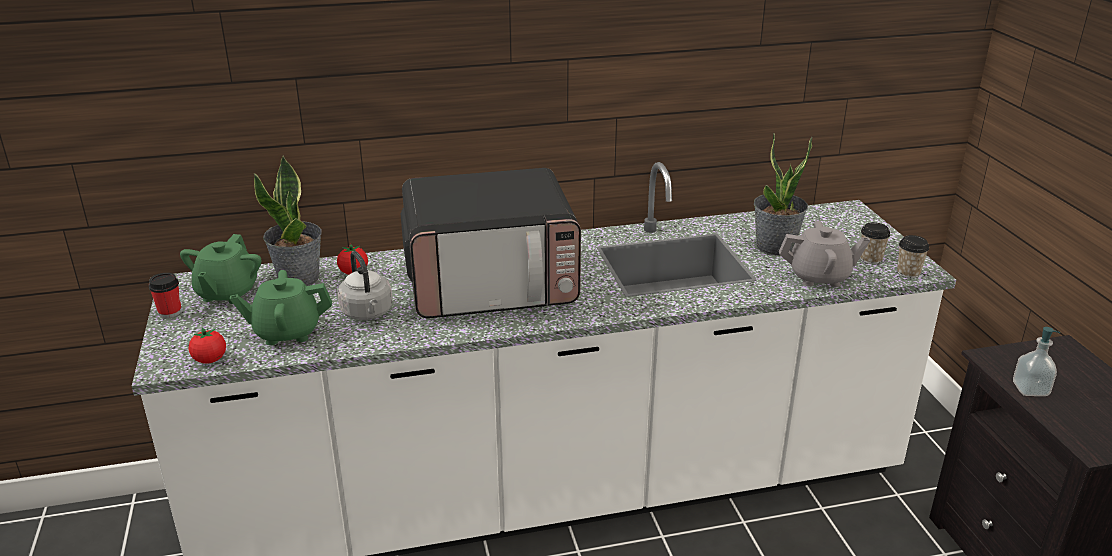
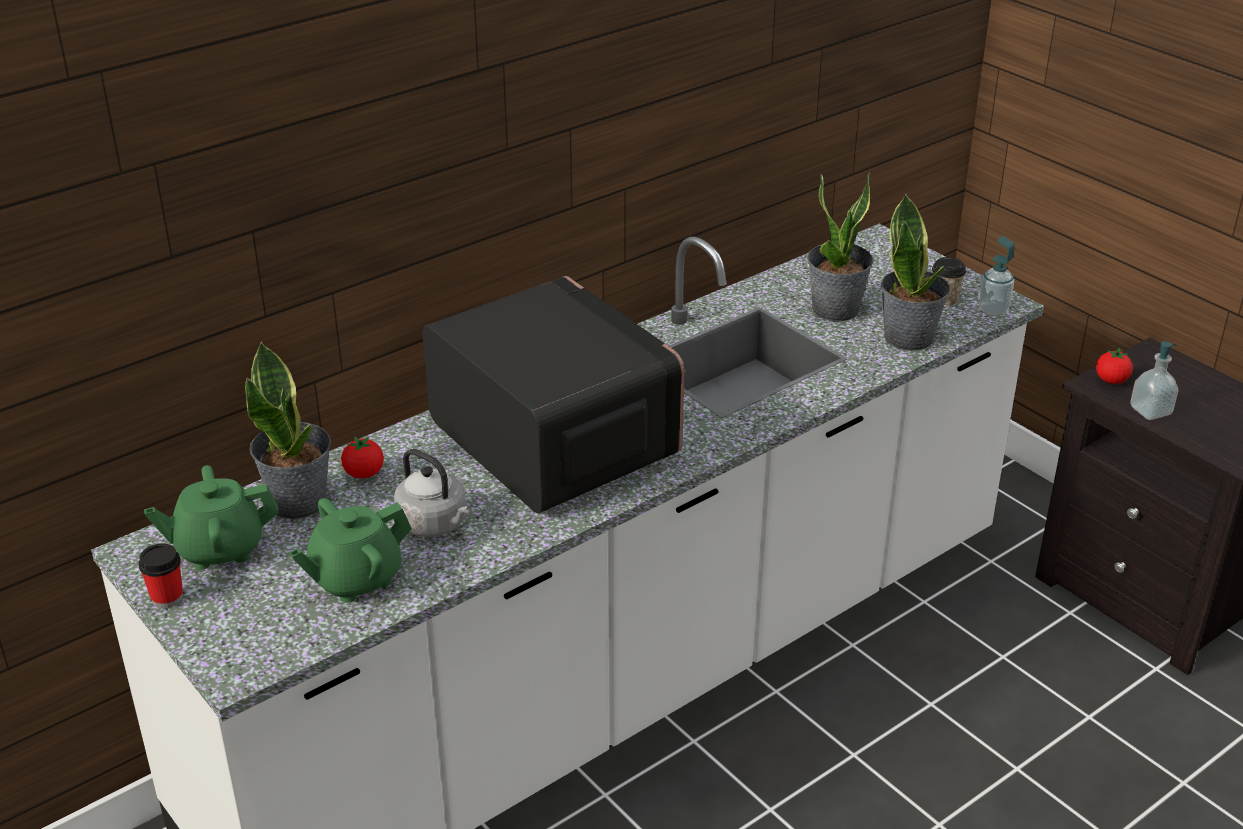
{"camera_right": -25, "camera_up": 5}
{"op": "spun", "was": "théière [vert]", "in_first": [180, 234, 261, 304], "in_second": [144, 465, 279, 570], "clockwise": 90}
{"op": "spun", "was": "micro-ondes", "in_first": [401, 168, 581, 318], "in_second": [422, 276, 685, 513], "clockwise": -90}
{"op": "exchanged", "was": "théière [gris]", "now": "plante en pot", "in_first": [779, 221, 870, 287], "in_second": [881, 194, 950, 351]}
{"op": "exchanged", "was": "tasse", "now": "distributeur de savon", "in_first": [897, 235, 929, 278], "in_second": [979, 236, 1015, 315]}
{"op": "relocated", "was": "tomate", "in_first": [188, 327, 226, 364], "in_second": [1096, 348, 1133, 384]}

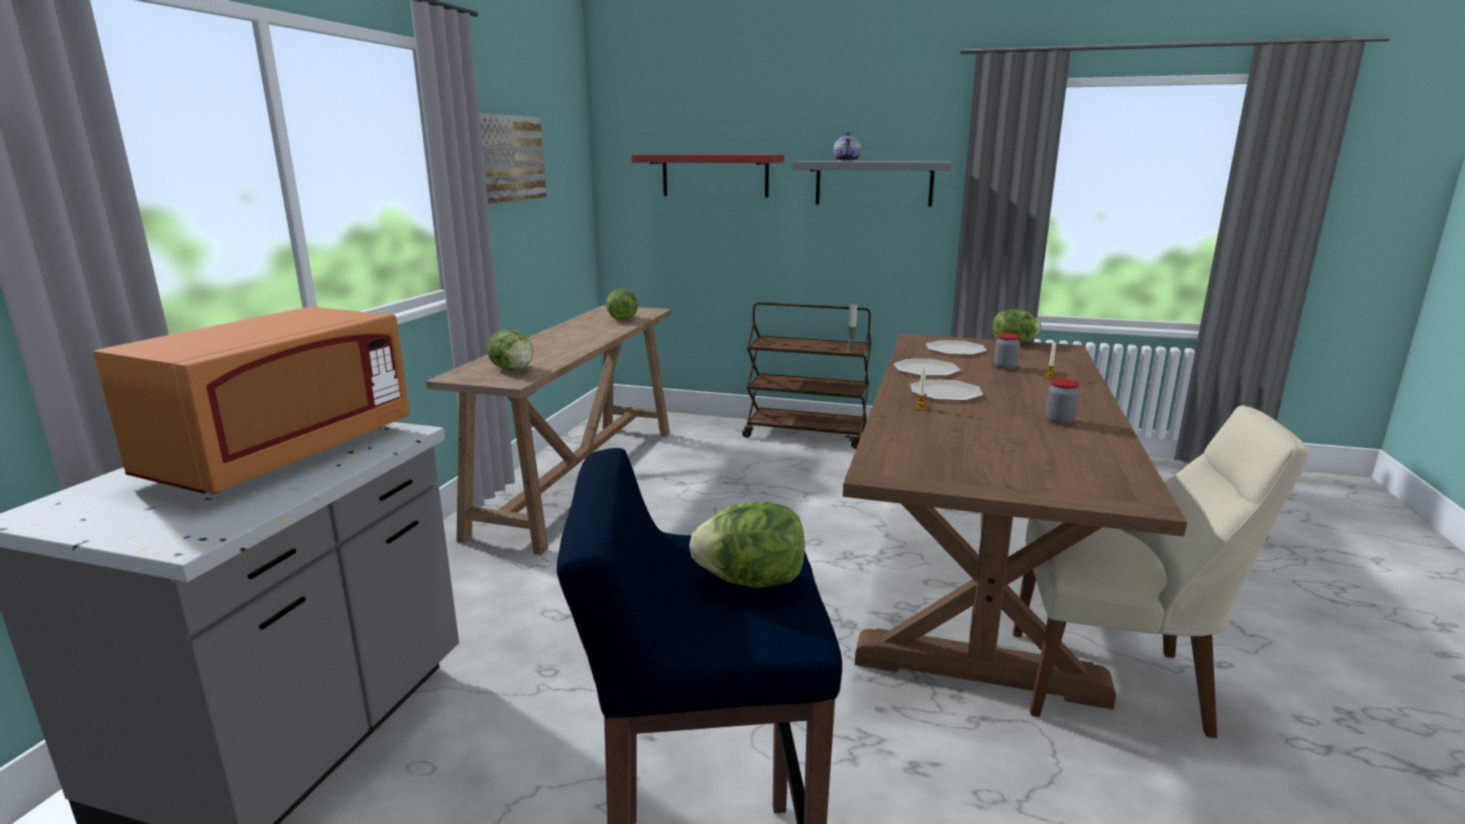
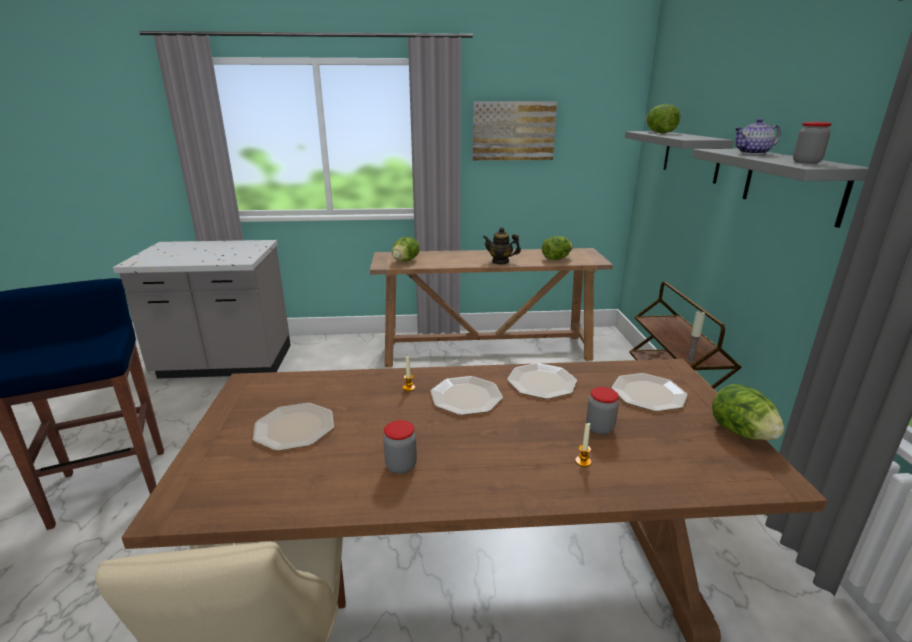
{"camera_right": 70, "camera_up": 5}
{"op": "appeared", "now": "assiette", "in_second": [253, 403, 334, 451]}
{"op": "appeared", "now": "théière", "in_second": [483, 227, 521, 264]}
{"op": "colour", "was": "étagère [rouge]", "now": "étagère [gris]", "in_first": [631, 154, 784, 198], "in_second": [625, 131, 734, 184]}
{"op": "relocated", "was": "laitue", "in_first": [689, 502, 805, 588], "in_second": [646, 104, 680, 133]}
{"op": "appeared", "now": "bocal", "in_second": [793, 122, 832, 164]}
{"op": "missing", "was": "micro-ondes [orange]", "in_first": [93, 307, 410, 494]}

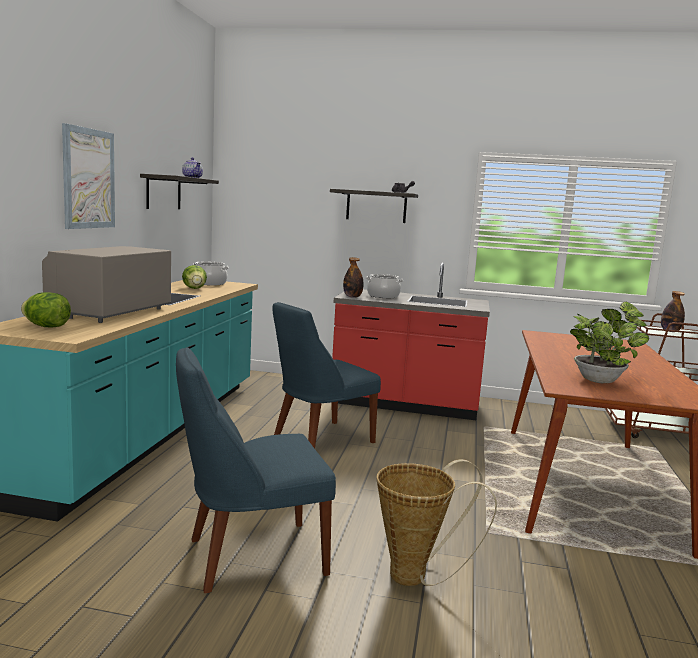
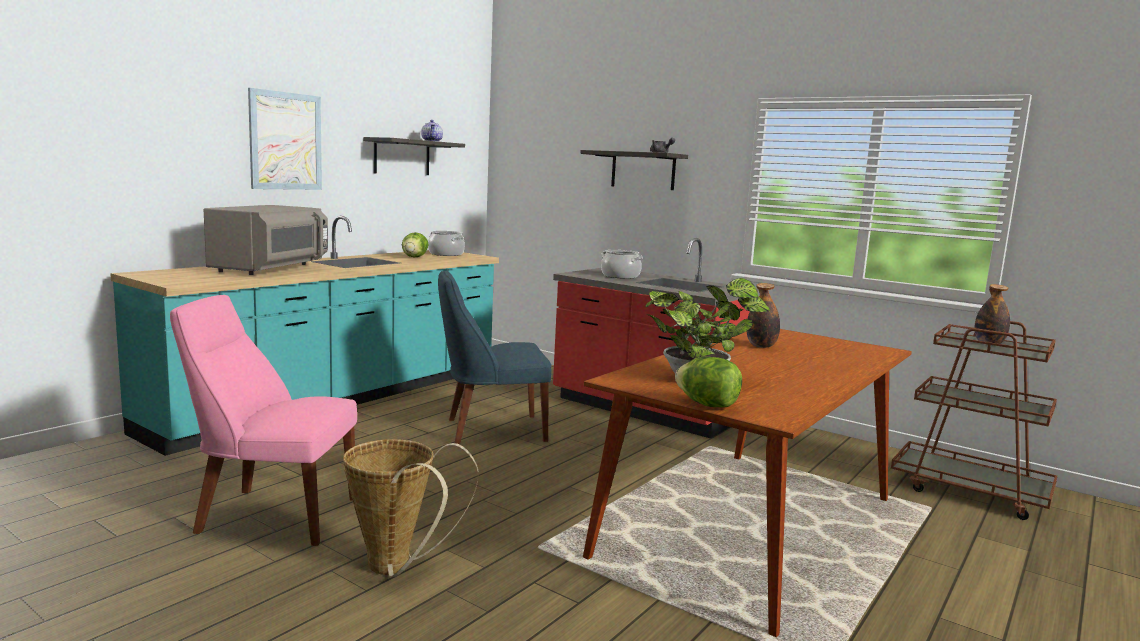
{"camera_right": 25, "camera_up": 0}
{"op": "colour", "was": "chaise [bleu]", "now": "chaise [rose]", "in_first": [176, 347, 336, 593], "in_second": [170, 295, 357, 546]}
{"op": "spun", "was": "micro-ondes [gris]", "in_first": [42, 246, 171, 323], "in_second": [204, 205, 328, 275], "clockwise": 150}
{"op": "relocated", "was": "laitue", "in_first": [21, 292, 71, 327], "in_second": [675, 357, 742, 407]}
{"op": "relocated", "was": "bouteille", "in_first": [343, 257, 363, 298], "in_second": [747, 283, 780, 348]}

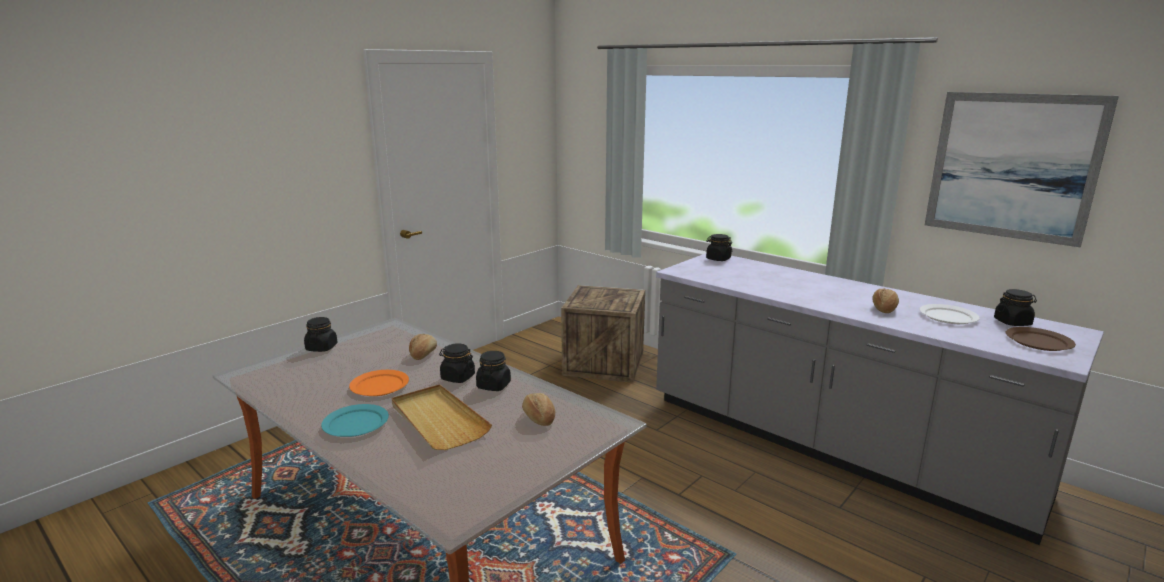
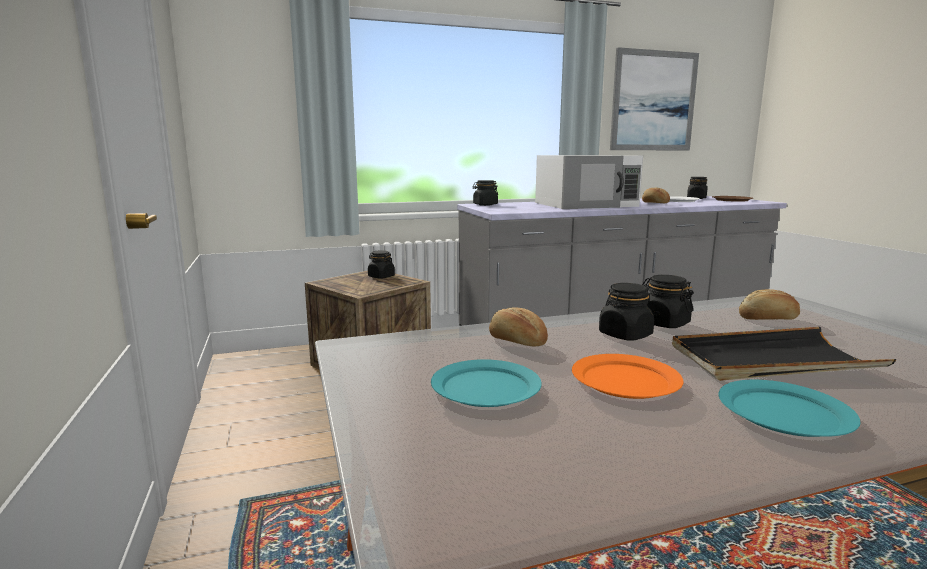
{"camera_right": -60, "camera_up": -5}
{"op": "relocated", "was": "bocal [noir]", "in_first": [304, 317, 337, 352], "in_second": [368, 250, 395, 278]}
{"op": "appeared", "now": "assiette [turquoise]", "in_second": [431, 359, 542, 407]}
{"op": "appeared", "now": "micro-ondes [blanc]", "in_second": [535, 155, 643, 209]}
{"op": "colour", "was": "plateau [beige]", "now": "plateau [noir]", "in_first": [392, 384, 492, 450], "in_second": [672, 327, 897, 381]}

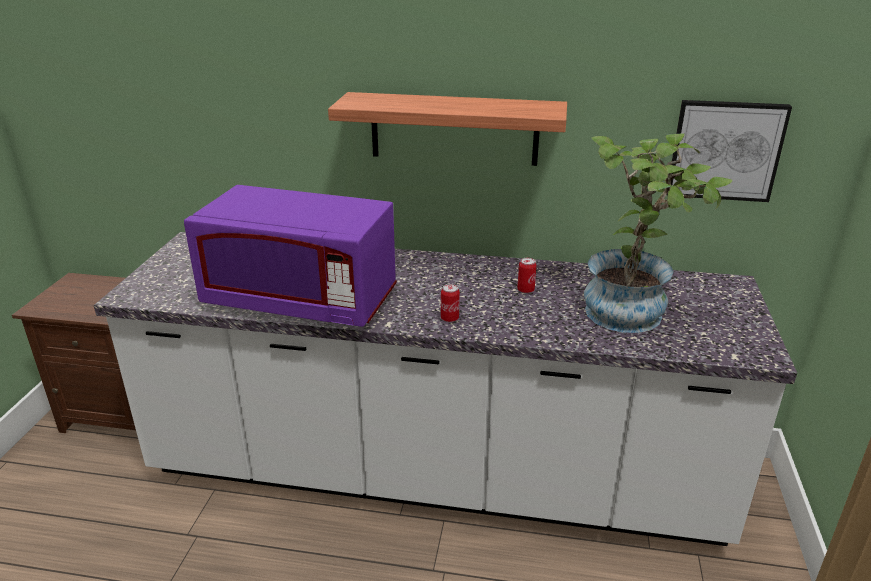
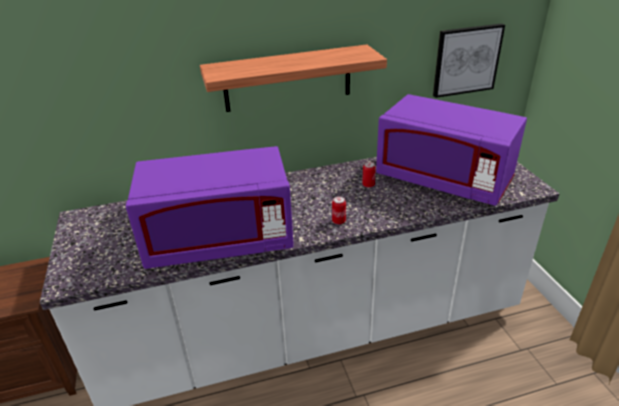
{"camera_right": -25, "camera_up": 5}
{"op": "exchanged", "was": "plante en pot", "now": "micro-ondes [violet]", "in_first": [584, 133, 733, 333], "in_second": [376, 94, 527, 206]}

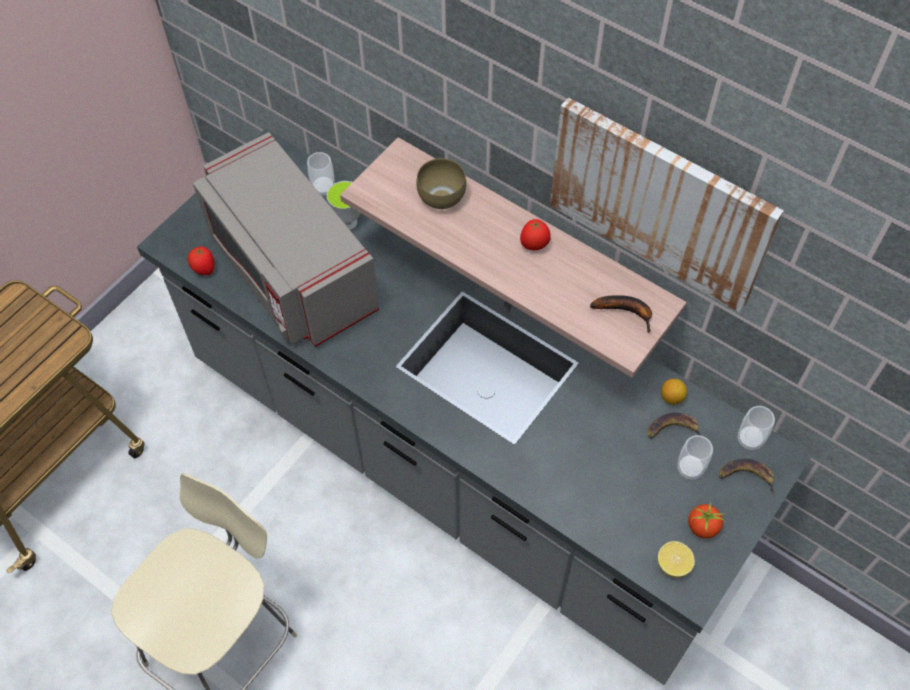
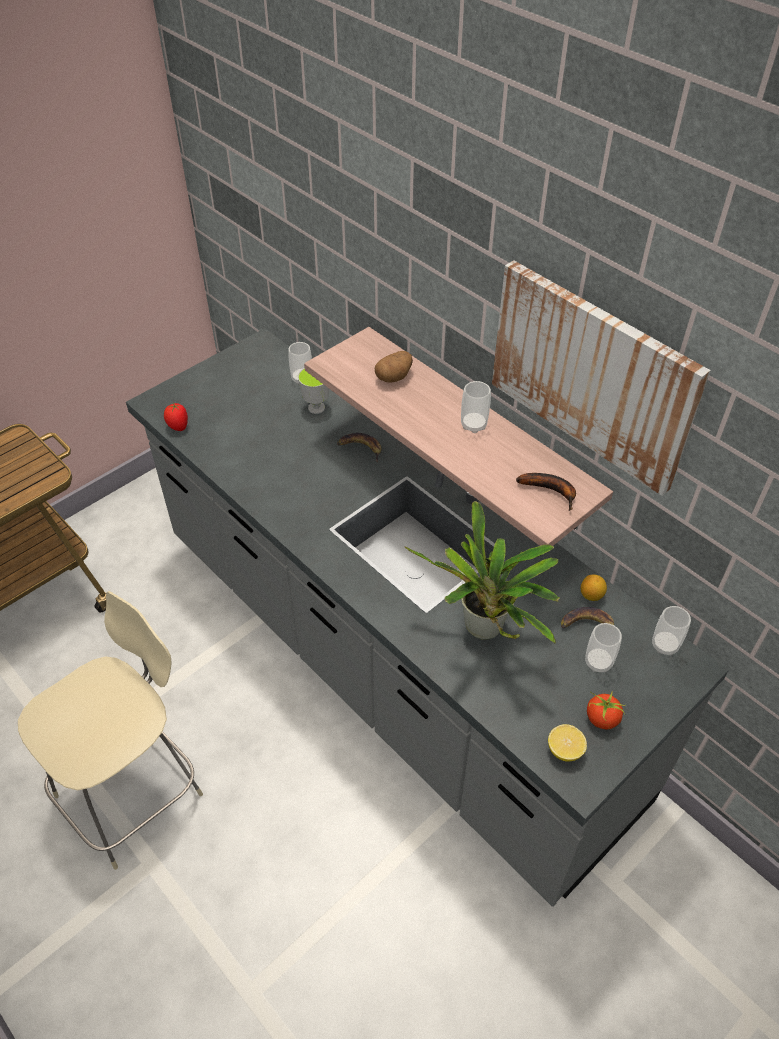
{"camera_right": 10, "camera_up": -10}
{"op": "relocated", "was": "banane", "in_first": [719, 459, 774, 495], "in_second": [337, 433, 382, 462]}
{"op": "exchanged", "was": "bol [marron]", "now": "pomme de terre", "in_first": [416, 158, 466, 209], "in_second": [375, 351, 413, 383]}
{"op": "appeared", "now": "plante en pot", "in_second": [405, 501, 559, 644]}
{"op": "exchanged", "was": "tomate", "now": "tasse", "in_first": [520, 219, 551, 250], "in_second": [461, 381, 491, 433]}
{"op": "missing", "was": "micro-ondes [gris]", "in_first": [193, 132, 379, 347]}

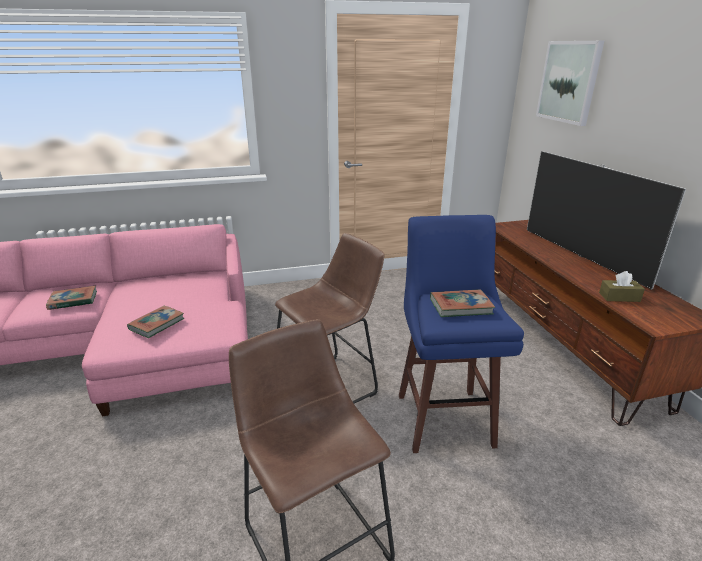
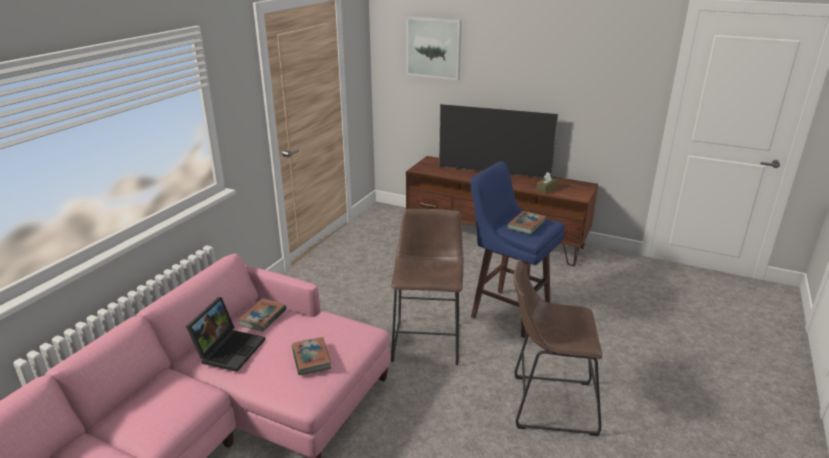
{"camera_right": -50, "camera_up": 0}
{"op": "appeared", "now": "ordinateur portable", "in_second": [186, 297, 265, 372]}
{"op": "relocated", "was": "livre", "in_first": [46, 286, 97, 310], "in_second": [238, 298, 287, 332]}

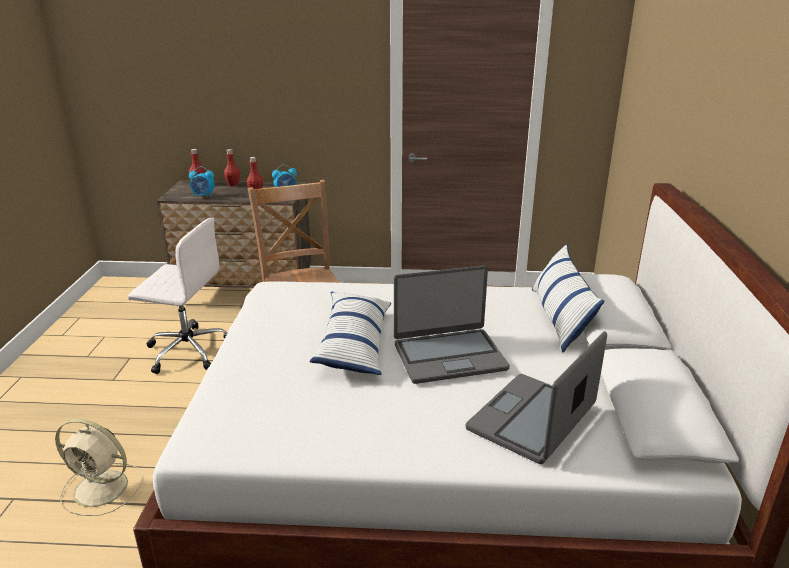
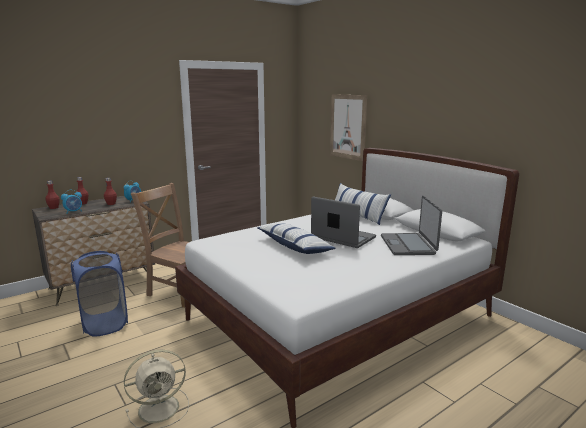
{"camera_right": -40, "camera_up": -10}
{"op": "exchanged", "was": "chaise de bureau [blanc]", "now": "panier à linge [bleu]", "in_first": [128, 218, 227, 374], "in_second": [71, 251, 128, 337]}
{"op": "spun", "was": "ordinateur portable", "in_first": [394, 265, 510, 384], "in_second": [311, 197, 376, 248], "clockwise": -90}
{"op": "appeared", "now": "tableau", "in_second": [330, 94, 367, 161]}

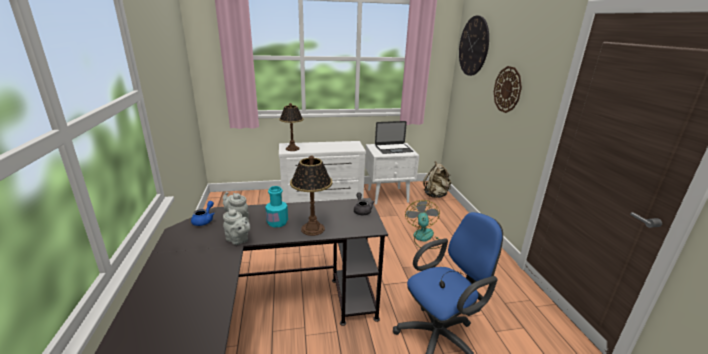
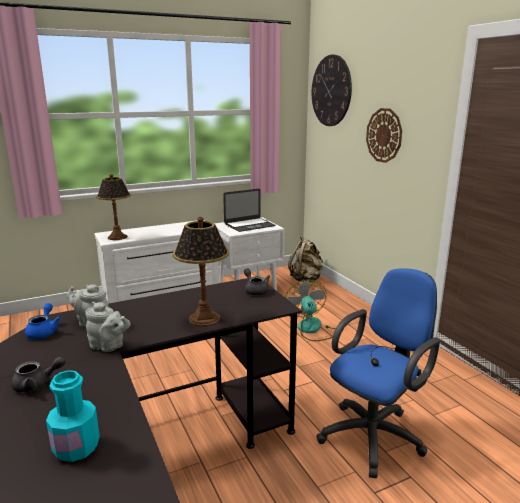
{"camera_right": -15, "camera_up": -5}
{"op": "appeared", "now": "théière [gris]", "in_second": [11, 357, 65, 392]}
{"op": "relocated", "was": "bouteille [turquoise]", "in_first": [265, 186, 288, 227], "in_second": [46, 370, 100, 462]}

